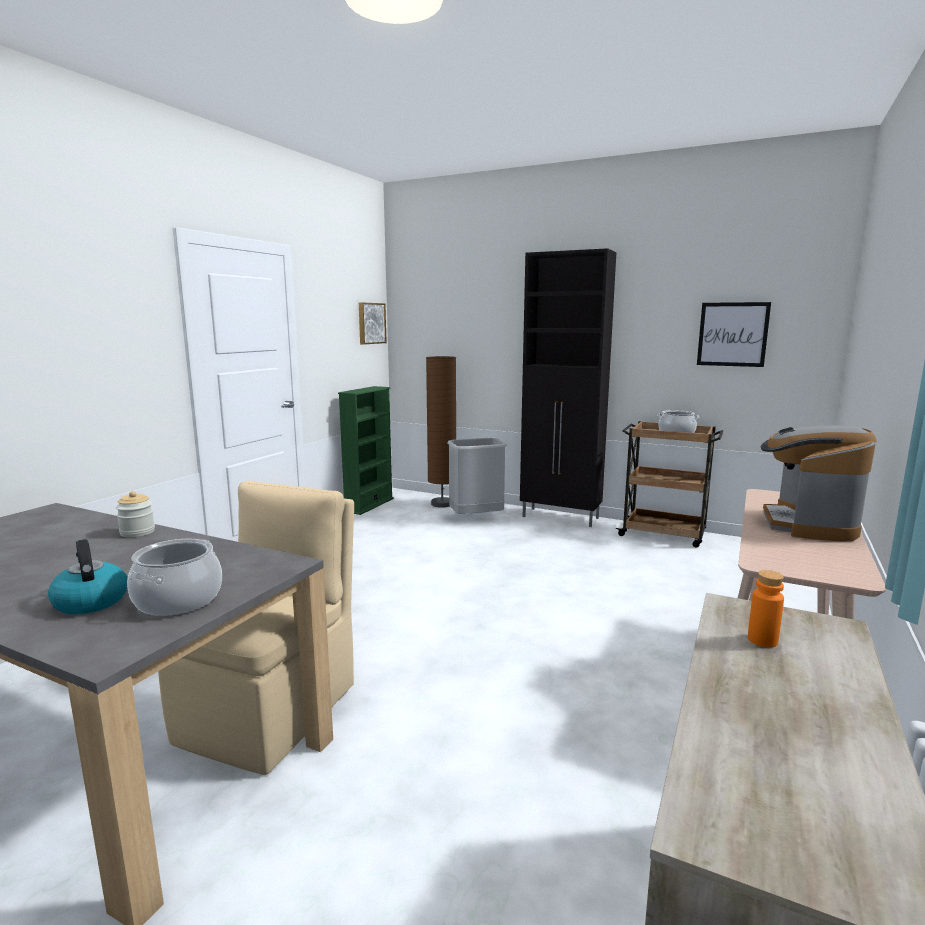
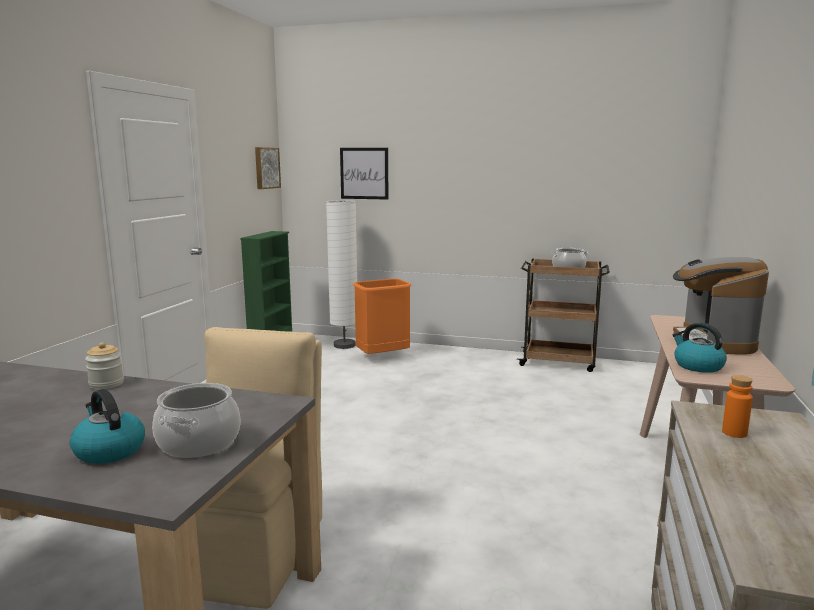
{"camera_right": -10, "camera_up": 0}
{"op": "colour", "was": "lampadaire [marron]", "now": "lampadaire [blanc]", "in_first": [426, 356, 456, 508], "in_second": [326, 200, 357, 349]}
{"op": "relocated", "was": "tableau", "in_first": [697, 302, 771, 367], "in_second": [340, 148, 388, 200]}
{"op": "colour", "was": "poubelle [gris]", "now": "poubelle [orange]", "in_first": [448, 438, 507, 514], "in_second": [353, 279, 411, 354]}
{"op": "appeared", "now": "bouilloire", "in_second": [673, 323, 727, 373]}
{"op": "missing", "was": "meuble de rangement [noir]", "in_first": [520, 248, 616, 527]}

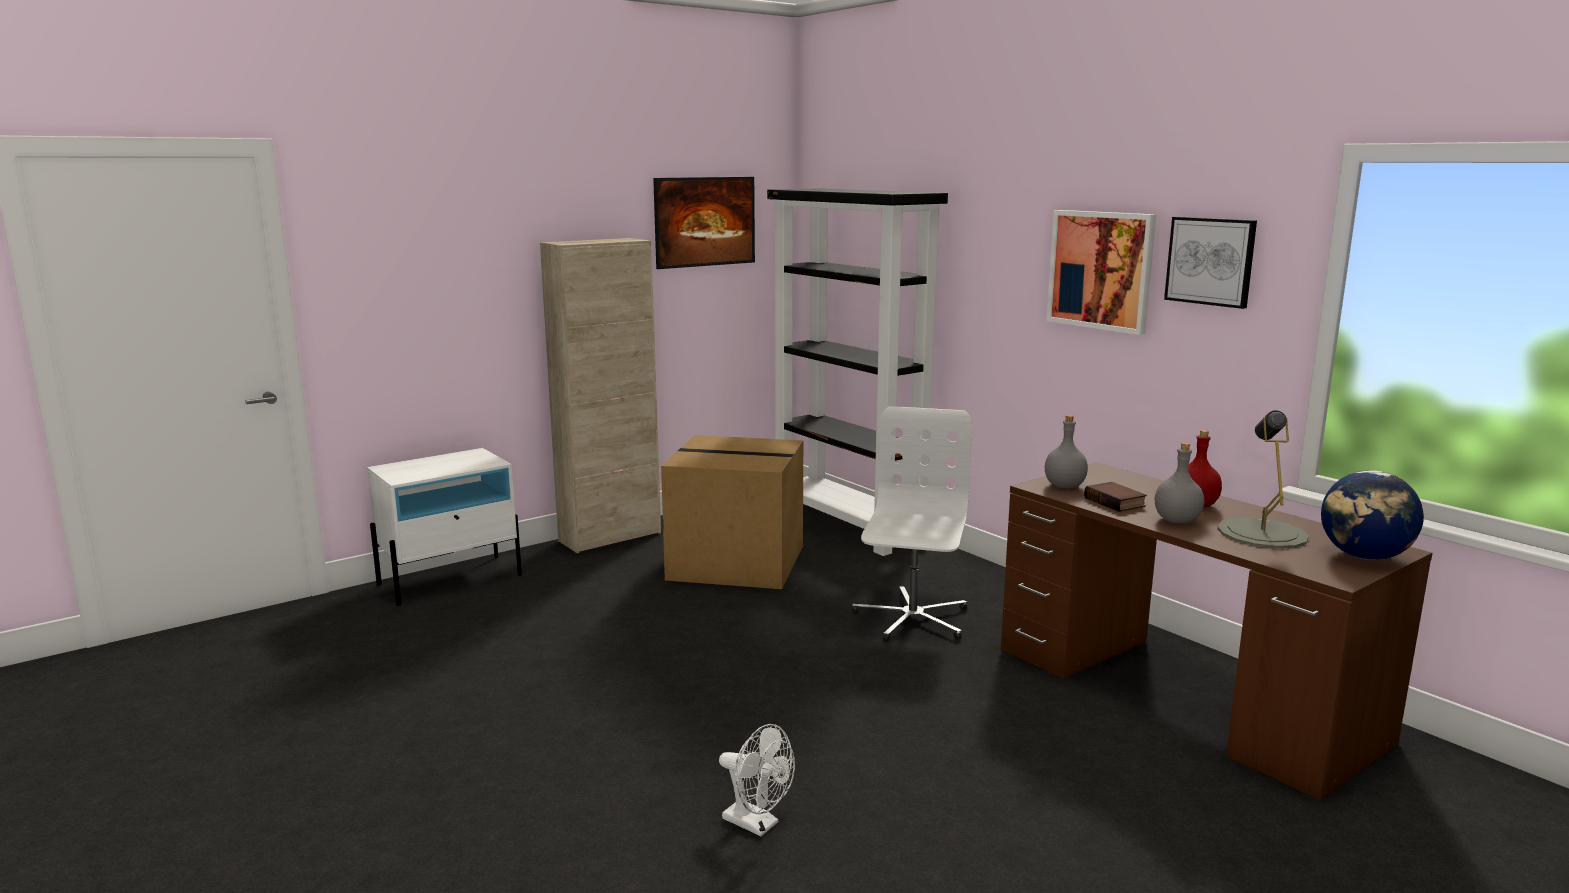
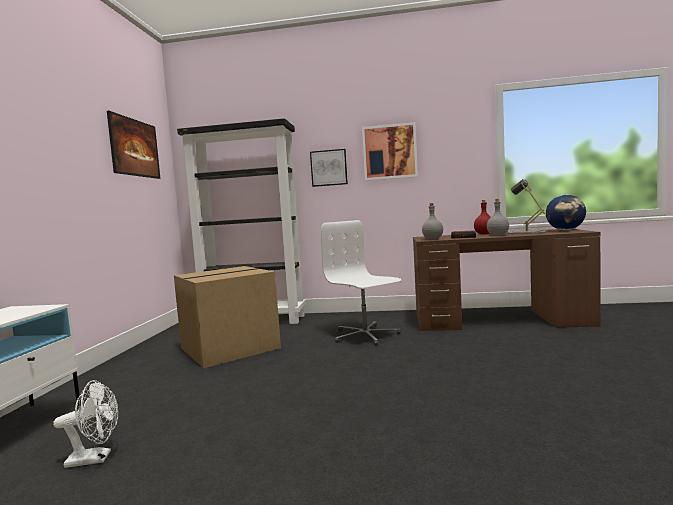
{"camera_right": -45, "camera_up": -10}
{"op": "relocated", "was": "ventilateur [blanc]", "in_first": [719, 724, 795, 836], "in_second": [53, 380, 118, 468]}
{"op": "relocated", "was": "tableau", "in_first": [1164, 217, 1257, 309], "in_second": [310, 149, 348, 187]}
{"op": "missing", "was": "meuble de rangement [beige]", "in_first": [540, 238, 661, 553]}

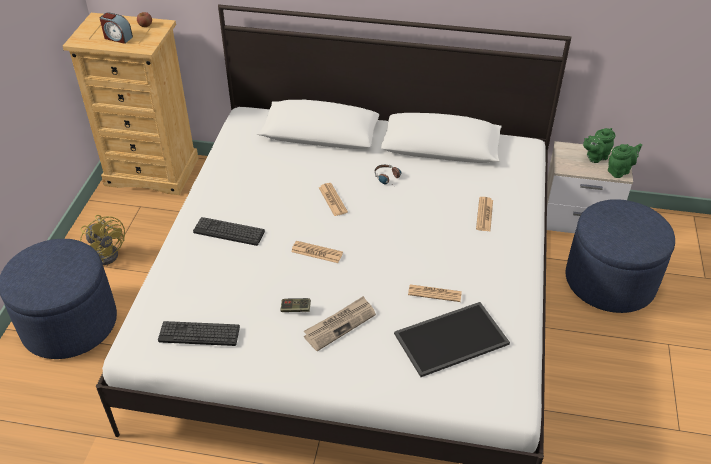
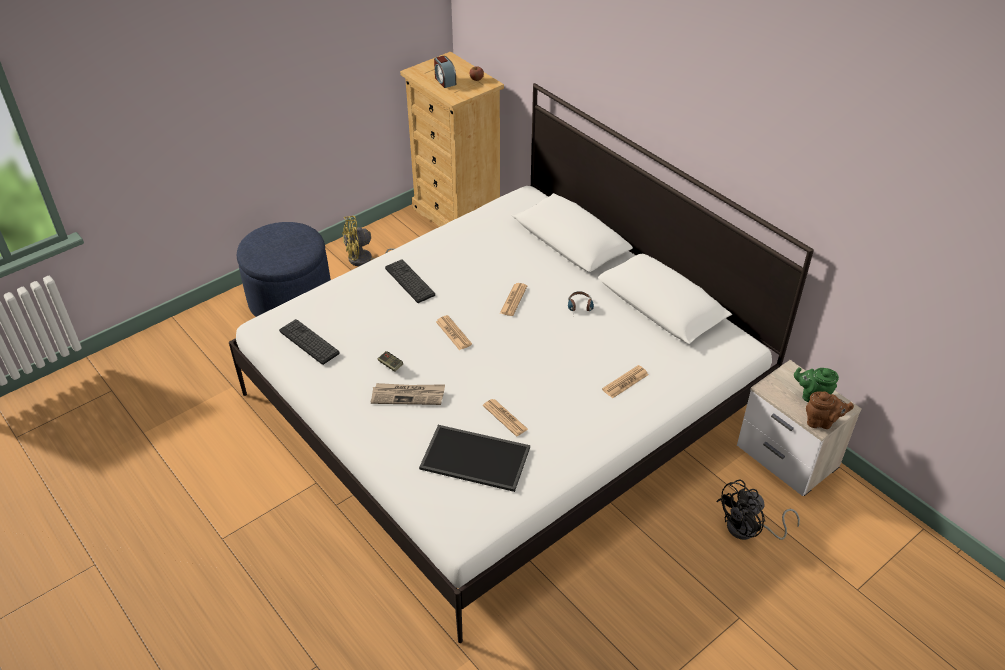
{"camera_right": 40, "camera_up": 0}
{"op": "spun", "was": "ventilateur [jaune]", "in_first": [80, 215, 125, 265], "in_second": [342, 216, 394, 266], "clockwise": 75}
{"op": "exchanged", "was": "pouf [bleu]", "now": "ventilateur [noir]", "in_first": [566, 199, 675, 313], "in_second": [716, 479, 800, 540]}
{"op": "colour", "was": "théière [vert]", "now": "théière [marron]", "in_first": [608, 143, 642, 178], "in_second": [806, 391, 854, 429]}

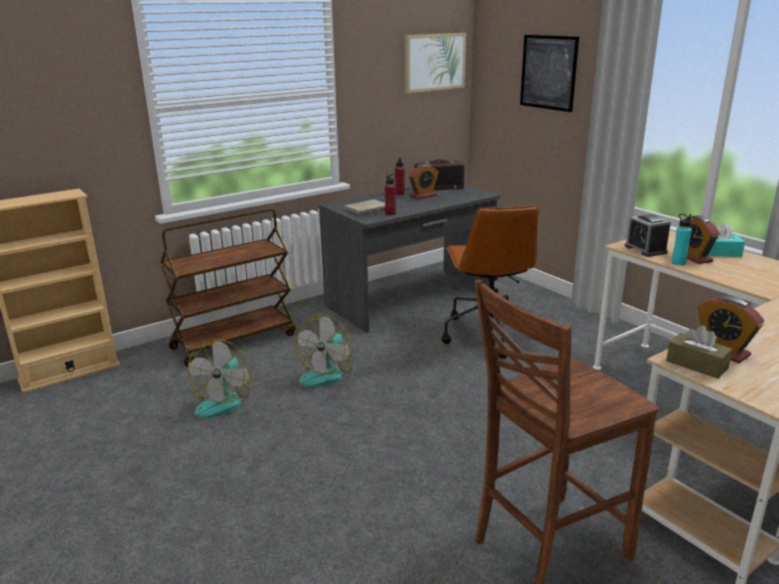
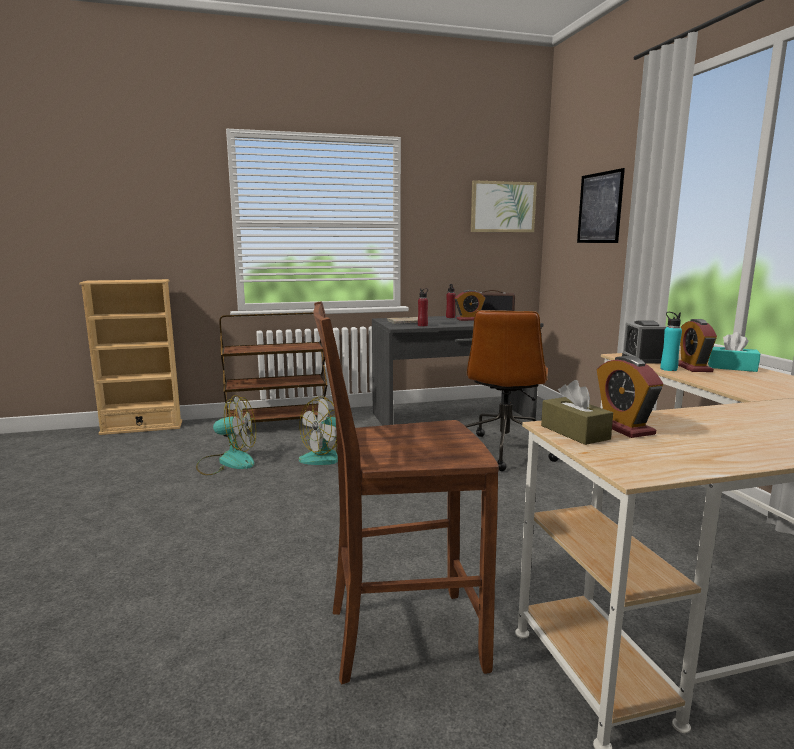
{"camera_right": 20, "camera_up": -10}
{"op": "spun", "was": "ventilateur", "in_first": [188, 339, 251, 418], "in_second": [196, 395, 256, 475], "clockwise": -120}

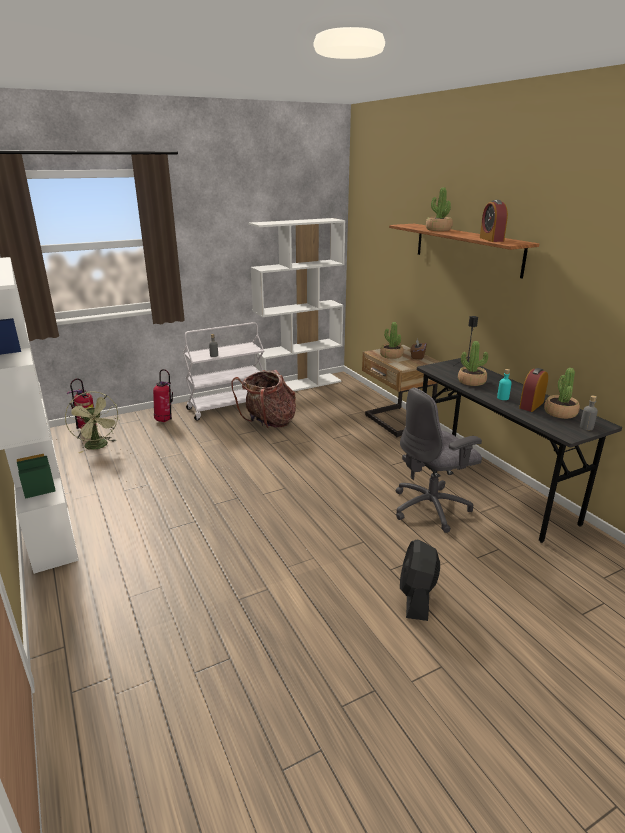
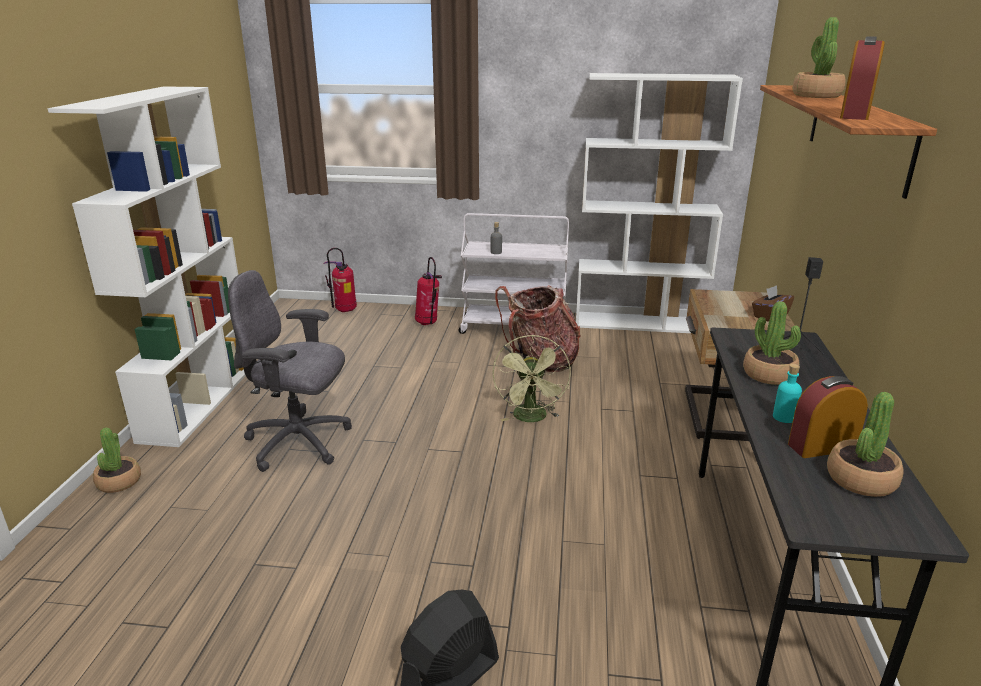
{"camera_right": 35, "camera_up": 0}
{"op": "relocated", "was": "plante en pot", "in_first": [380, 322, 404, 359], "in_second": [93, 428, 141, 493]}
{"op": "relocated", "was": "chaise de bureau [gris]", "in_first": [395, 387, 482, 533], "in_second": [228, 270, 352, 472]}
{"op": "relocated", "was": "ventilateur [vert]", "in_first": [65, 392, 120, 453], "in_second": [492, 335, 571, 422]}
{"op": "missing", "was": "bouteille [gris]", "in_first": [580, 396, 598, 430]}

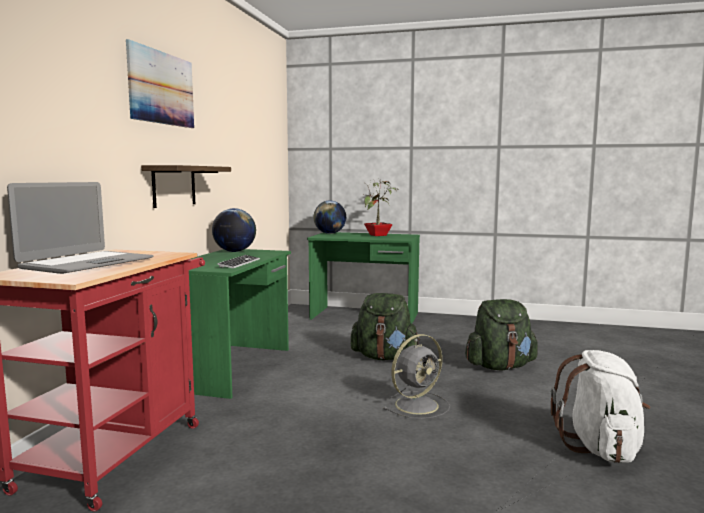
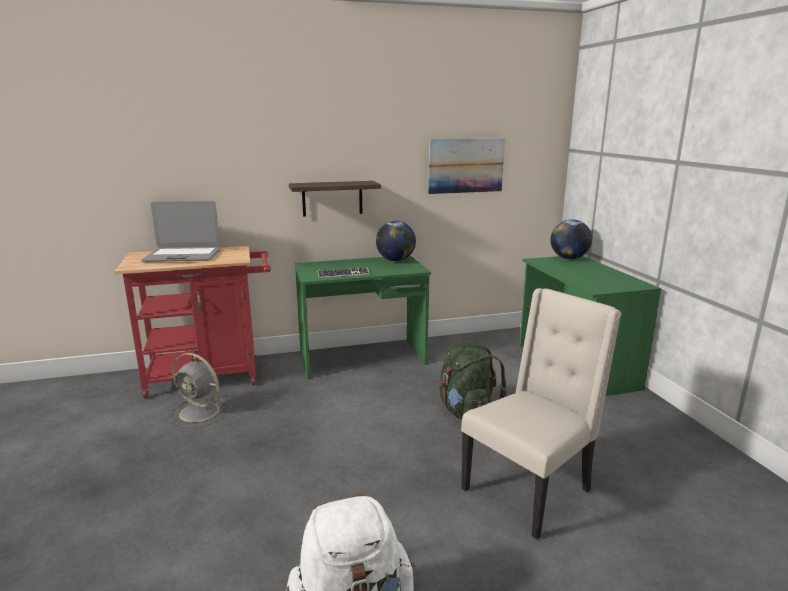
{"camera_right": 60, "camera_up": 10}
{"op": "relocated", "was": "ventilateur [gris]", "in_first": [383, 334, 450, 419], "in_second": [170, 353, 231, 428]}
{"op": "relocated", "was": "tableau", "in_first": [126, 39, 194, 128], "in_second": [428, 138, 505, 194]}
{"op": "exchanged", "was": "sac à dos [vert]", "now": "chaise [beige]", "in_first": [465, 299, 537, 370], "in_second": [461, 288, 621, 539]}
{"op": "missing", "was": "plante en pot", "in_first": [364, 178, 397, 236]}

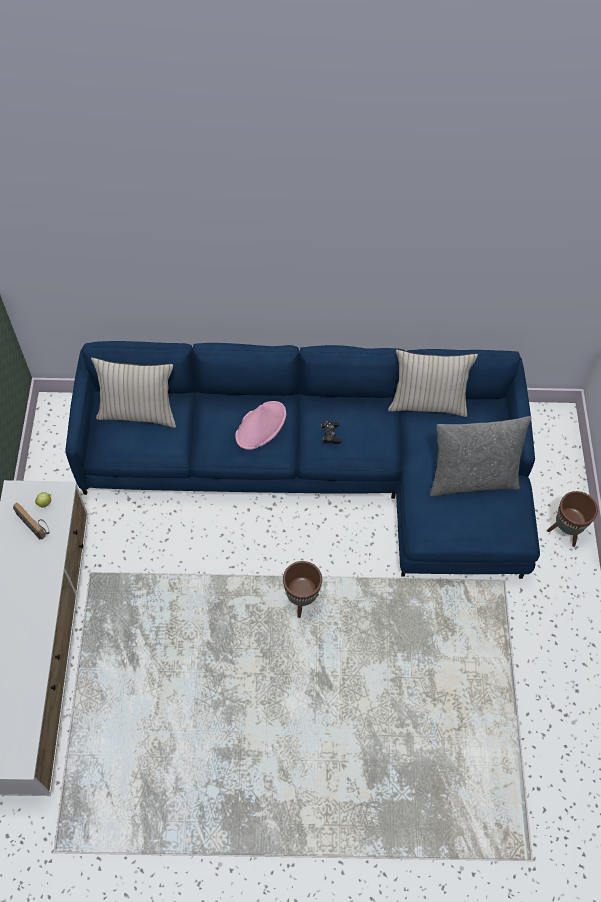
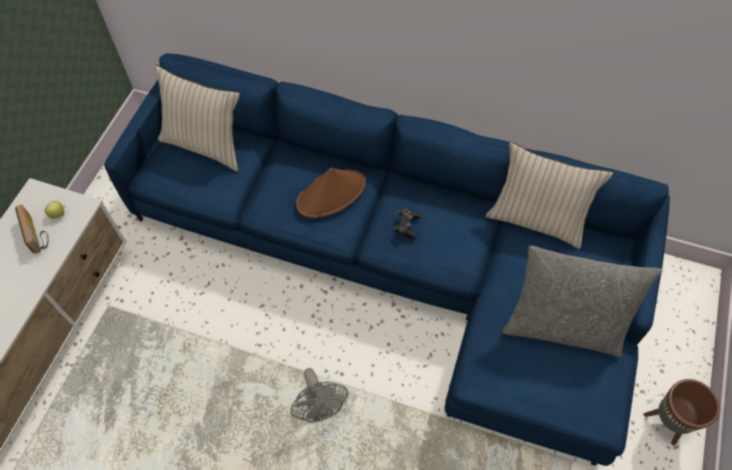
{"camera_right": 20, "camera_up": 0}
{"op": "exchanged", "was": "cache-pot [marron]", "now": "ventilateur [gris]", "in_first": [283, 561, 322, 618], "in_second": [291, 368, 348, 422]}
{"op": "colour", "was": "chapeau [rose]", "now": "chapeau [marron]", "in_first": [235, 401, 286, 450], "in_second": [296, 168, 366, 218]}

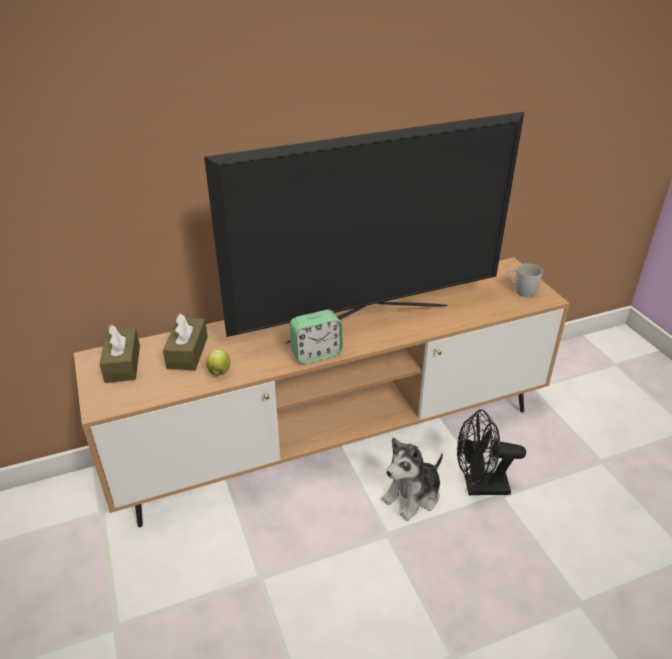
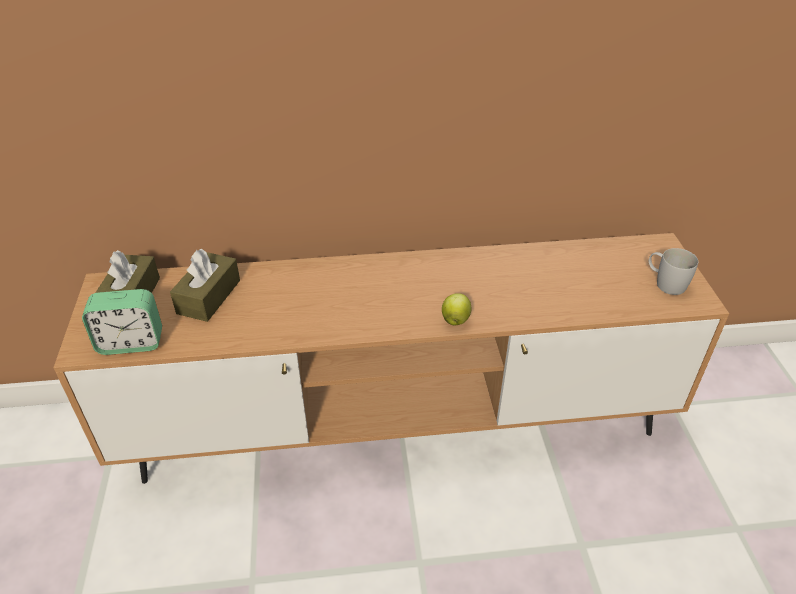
{"camera_right": 15, "camera_up": 5}
{"op": "relocated", "was": "réveil", "in_first": [290, 310, 342, 364], "in_second": [82, 289, 162, 355]}
{"op": "relocated", "was": "pomme", "in_first": [206, 349, 231, 376], "in_second": [442, 293, 472, 325]}
{"op": "missing", "was": "téléviseur", "in_first": [204, 112, 524, 344]}
{"op": "missing", "was": "peluche", "in_first": [381, 437, 443, 521]}
{"op": "missing", "was": "ventilateur [noir]", "in_first": [457, 410, 526, 495]}

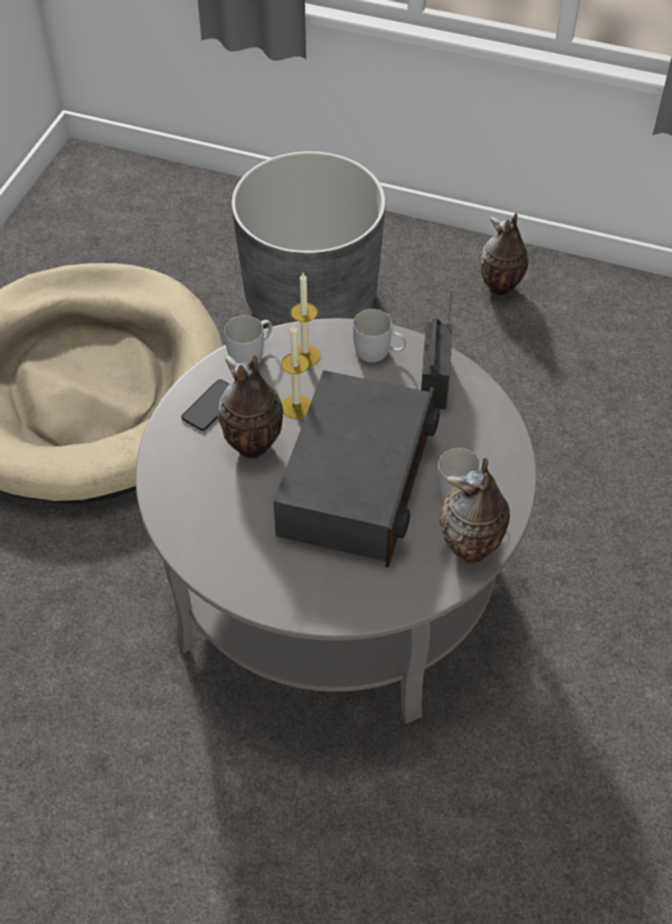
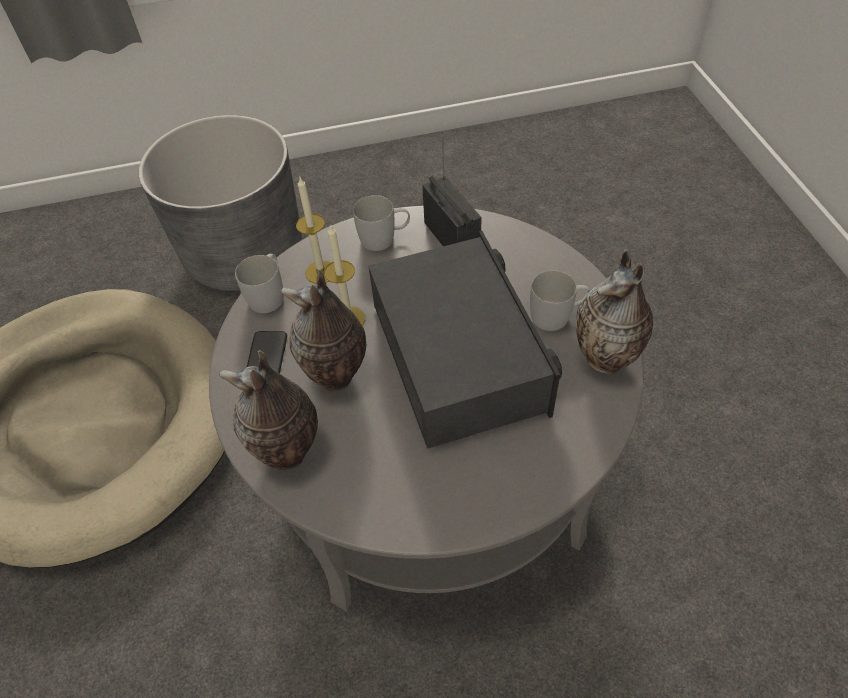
{"camera_right": -30, "camera_up": 0}
{"op": "relocated", "was": "vase", "in_first": [480, 213, 528, 297], "in_second": [219, 350, 318, 470]}

